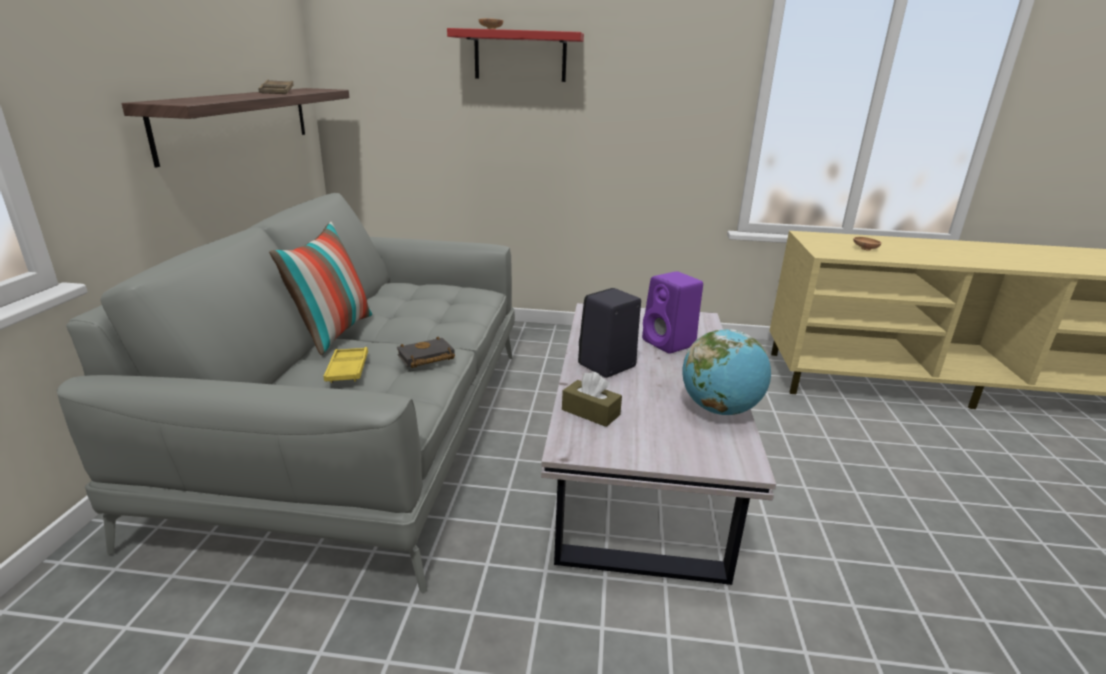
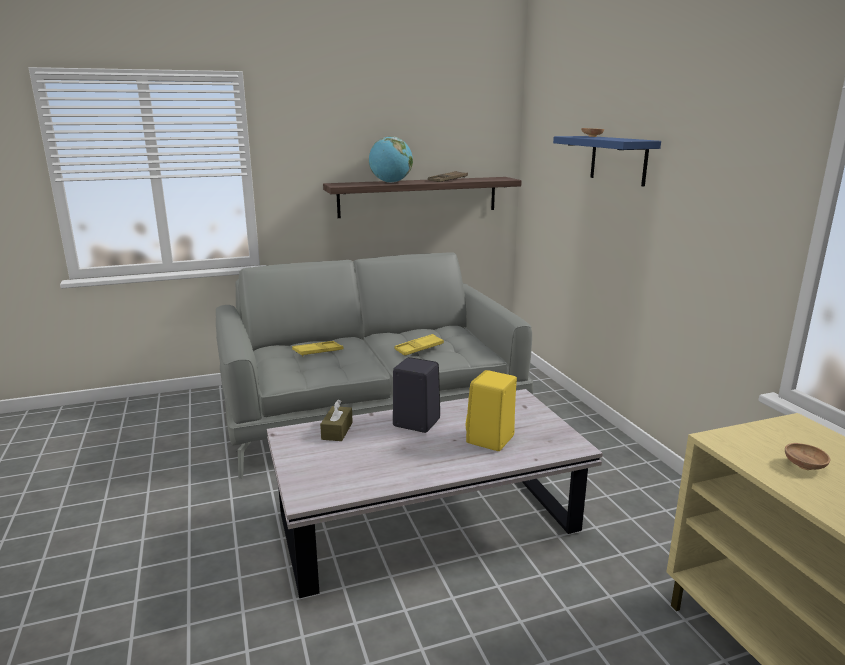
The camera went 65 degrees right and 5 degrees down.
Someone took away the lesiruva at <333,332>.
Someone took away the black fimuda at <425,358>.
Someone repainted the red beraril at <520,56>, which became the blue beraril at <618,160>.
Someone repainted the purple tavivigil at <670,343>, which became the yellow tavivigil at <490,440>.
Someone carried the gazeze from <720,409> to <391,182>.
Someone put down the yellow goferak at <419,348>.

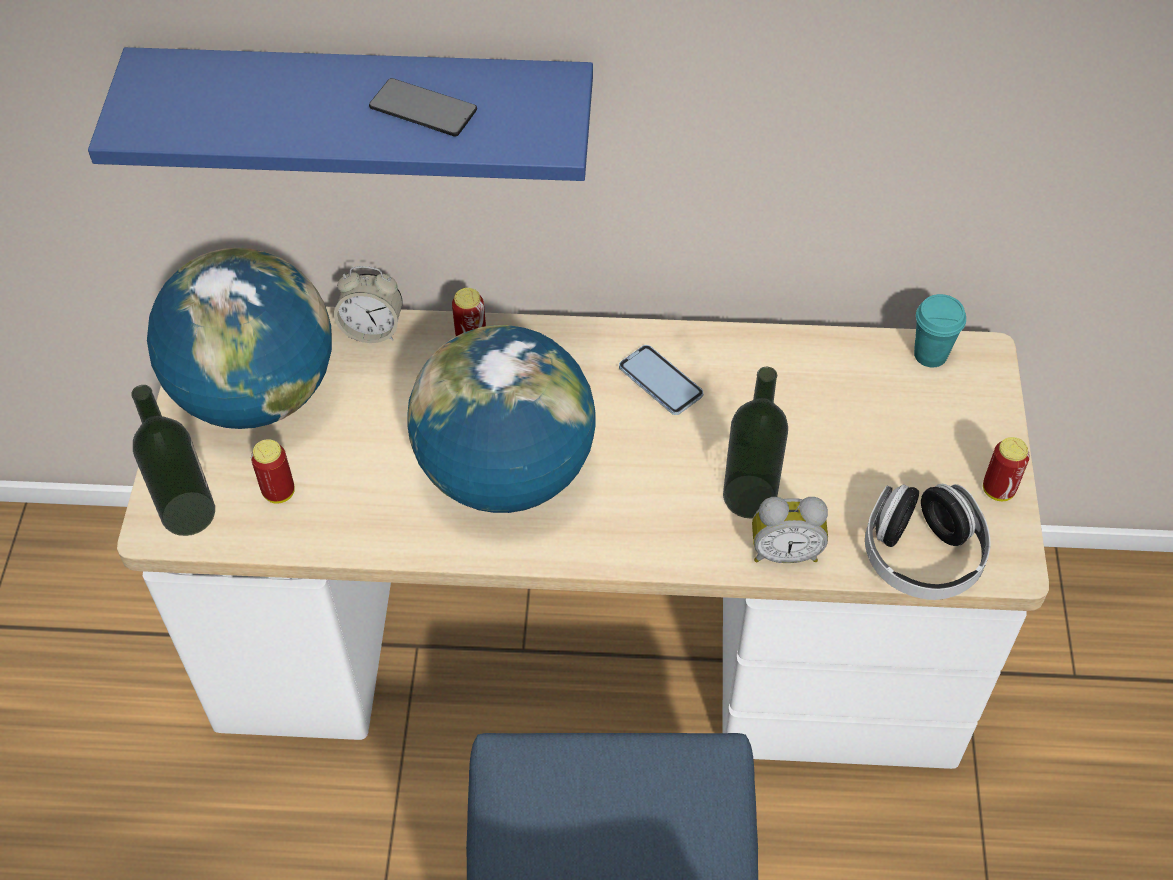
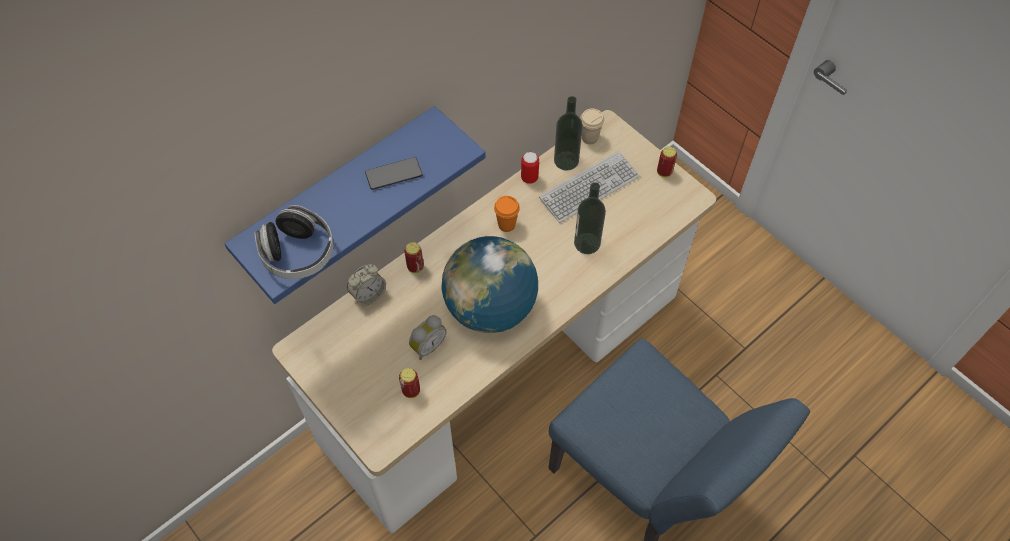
The camera went 45 degrees left and 5 degrees up.
Someone carried the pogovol from <188,513> to <566,160>.
Someone took away the gazeze at <256,394>.
Someone swapped the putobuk at <660,381> for the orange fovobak at <506,225>.
Someone carried the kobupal from <784,551> to <427,346>.
Someone carried the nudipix from <921,557> to <298,254>.
Someone repainted the turquoise fovobak at <930,355>, which became the beige fovobak at <589,138>.
Someone put down the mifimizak at <529,178>.
Someone put down the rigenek at <589,188>.

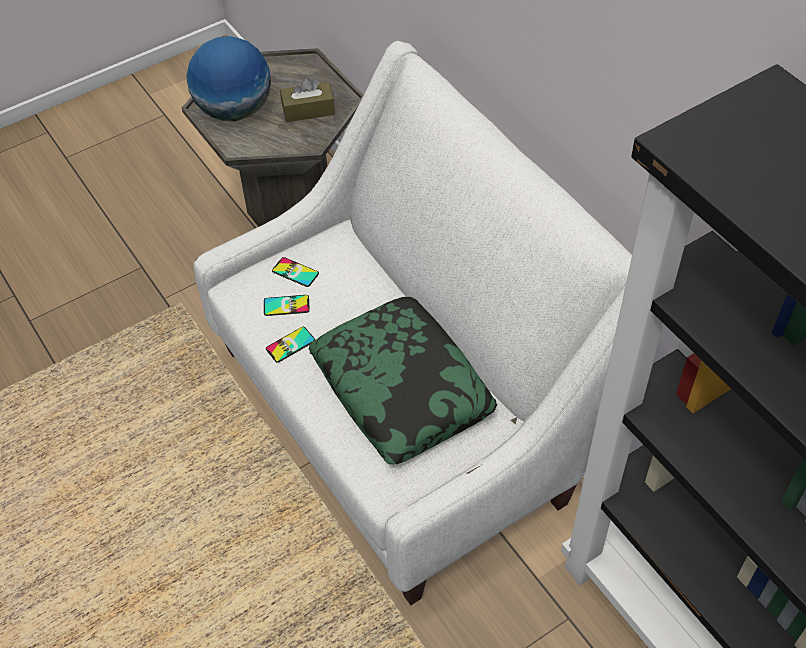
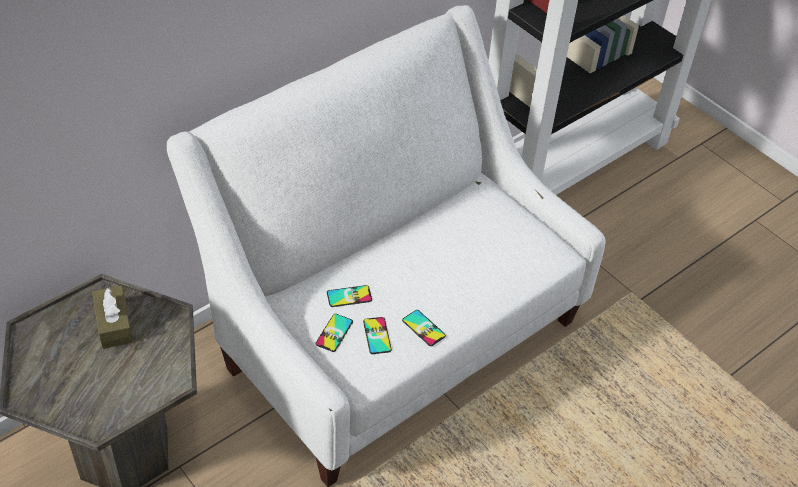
The camera went 100 degrees left and 5 degrees down.
Someone took away the gazeze at <234,110>.
Someone took away the lesiruva at <402,389>.
Someone put down the putobuk at <349,296>.

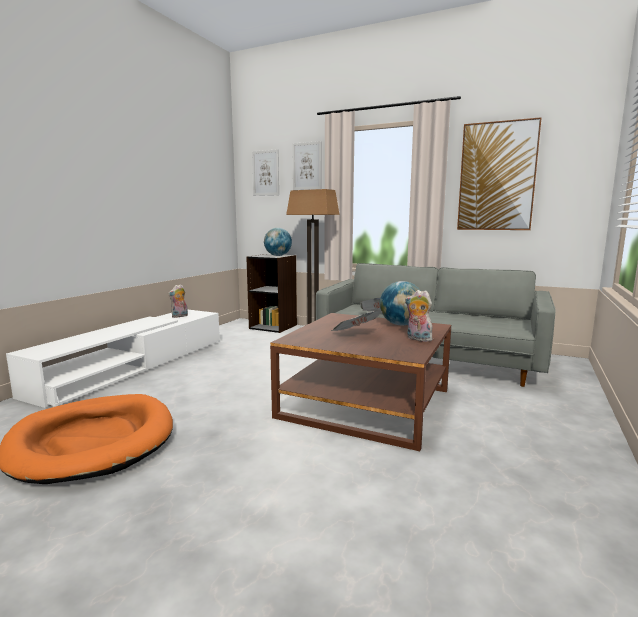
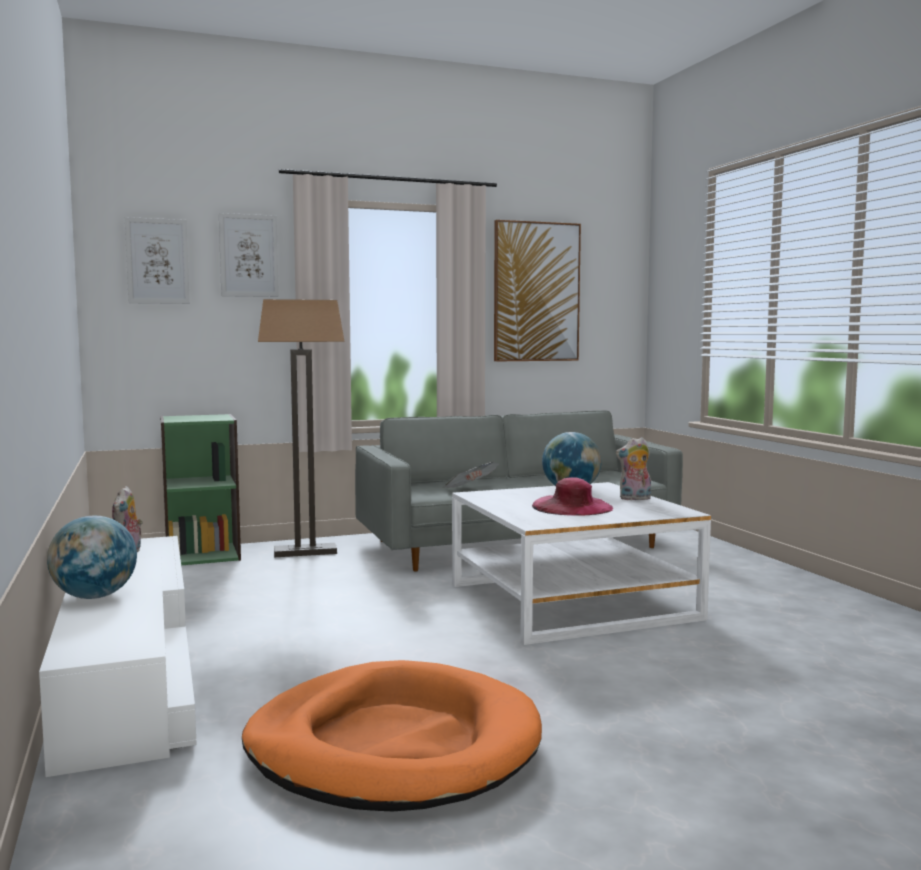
The camera went 45 degrees left and 5 degrees down.
Someone repainted the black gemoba at <273,326>, which became the green gemoba at <202,554>.
Someone carried the gazeze from <278,255> to <94,597>.
Someone repainted the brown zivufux at <366,403>, which became the white zivufux at <571,601>.
Someone swapped the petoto at <355,334> for the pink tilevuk at <572,506>.

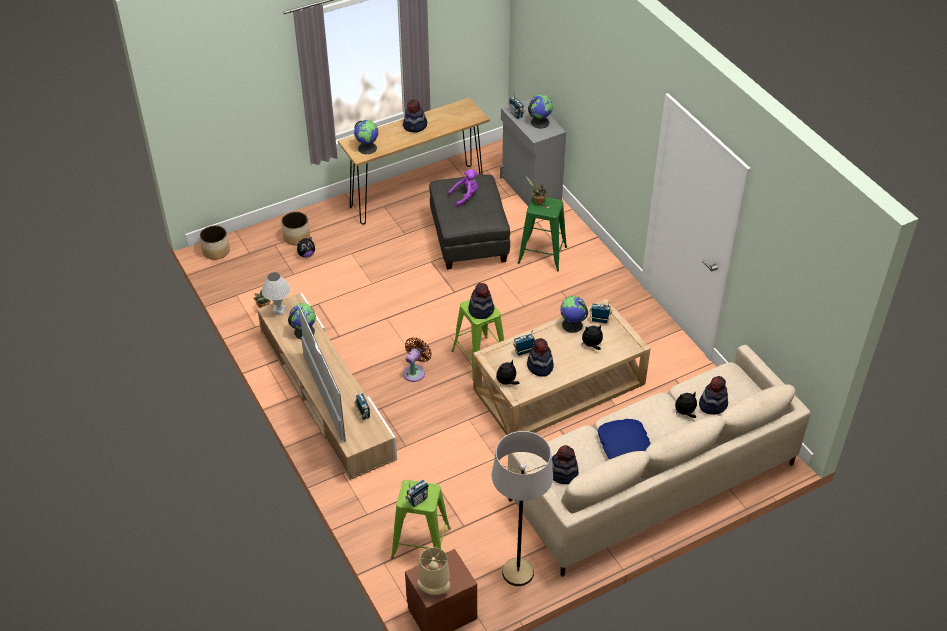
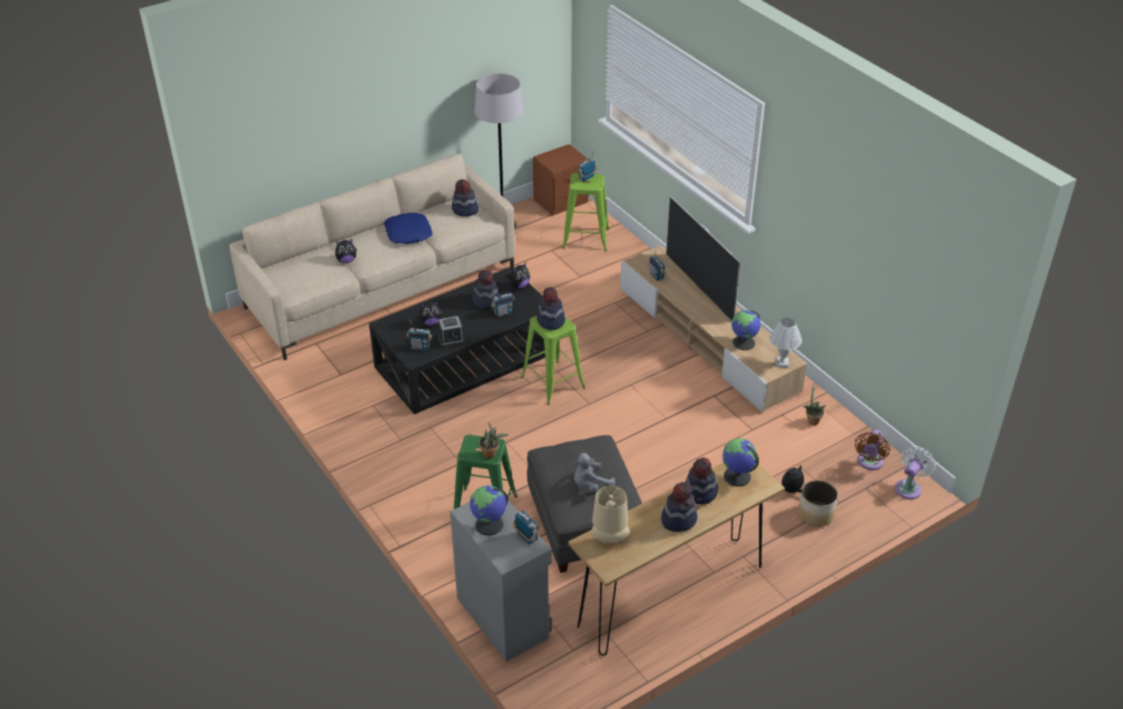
The camera went 175 degrees right and 5 degrees down.
Someone swapped the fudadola at <216,251> for the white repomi at <909,487>.
Someone carried the brown repomi from <415,371> to <869,463>.
Someone carried the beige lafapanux from <434,590> to <609,541>.
Someone repainted the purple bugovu at <465,196>, which became the grey bugovu at <590,484>.
Someone repainted the beige zivufux at <559,387>, which became the black zivufux at <465,359>.
Someone swapped the gazeze at <572,325> for the kobupal at <451,339>.
Someone carried the tilevuk from <712,404> to <700,493>.

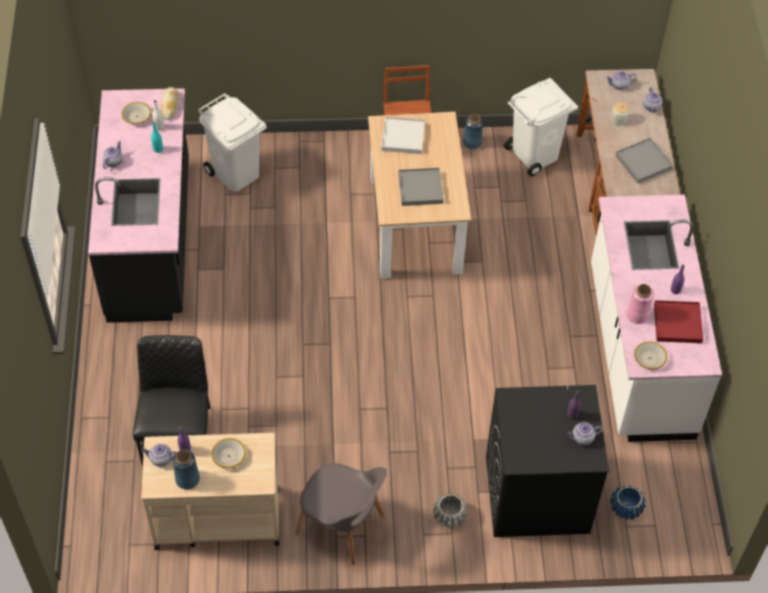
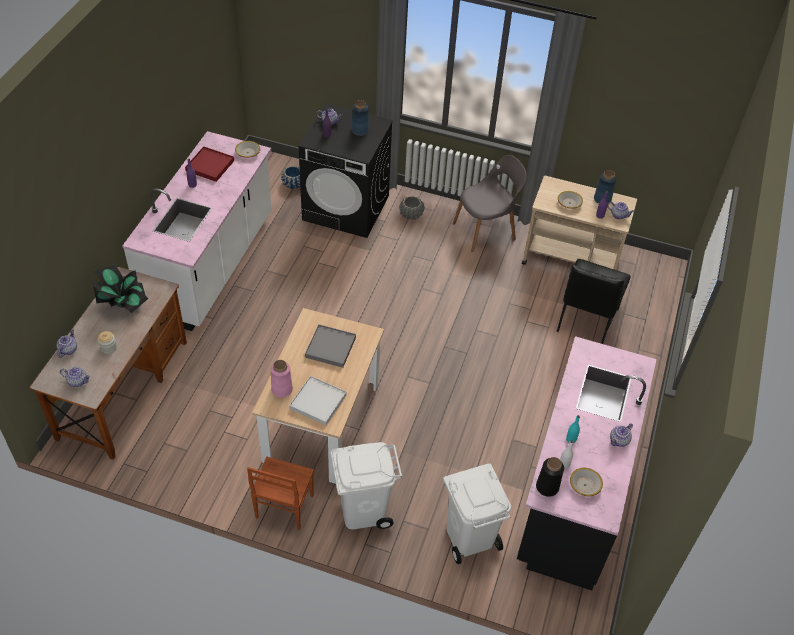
The camera went 160 degrees left and 5 degrees down.
Someone swapped the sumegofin at <169,106> for the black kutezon at <547,486>.
Someone rotated the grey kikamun at <342,526> by 105 degrees clockwise.
Someone carried the blue kutezon from <472,143> to <360,130>.
Someone carried the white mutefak from <535,155> to <363,509>.
Someone swapped the grey goferak at <643,162> for the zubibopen at <122,303>.
Someone carried the pink kutezon from <637,315> to <281,389>.

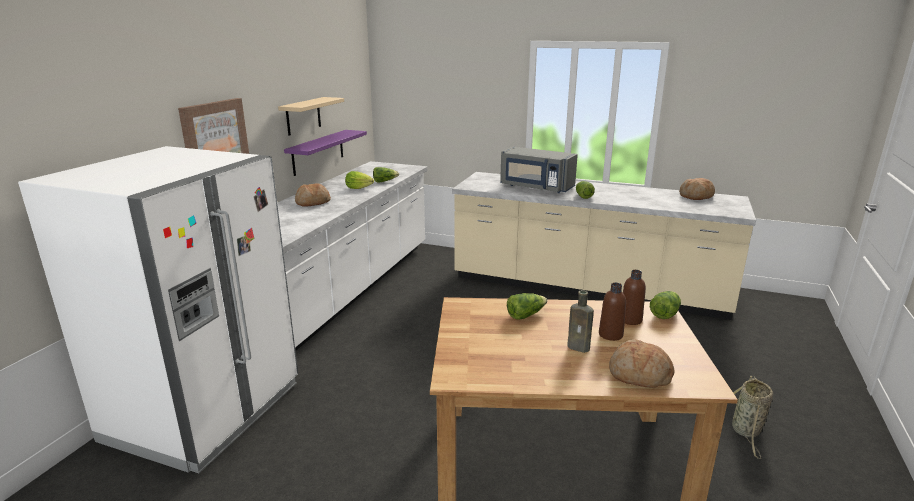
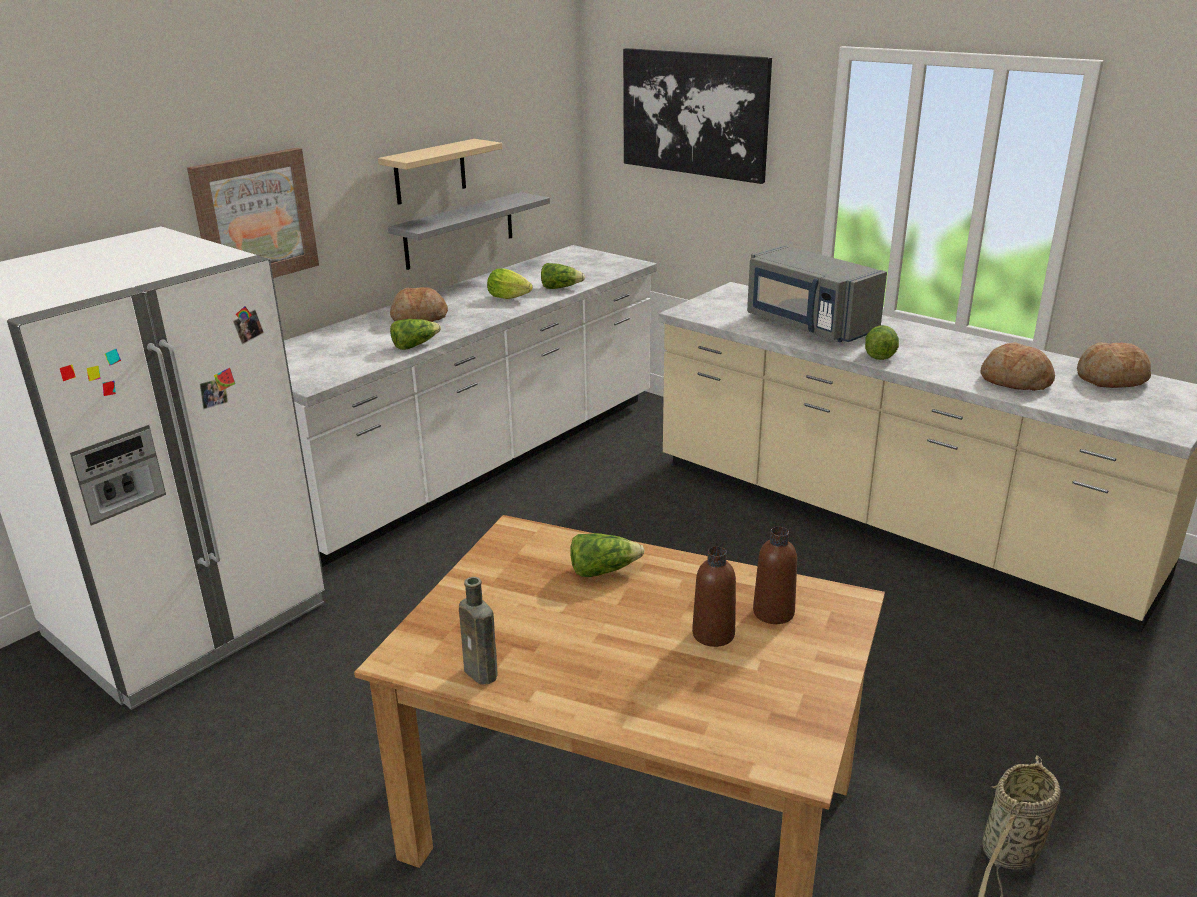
The camera went 20 degrees right and 5 degrees up.
Someone repainted the purple beraril at <318,152>, which became the grey beraril at <459,230>.
Someone carried the brown pogovol from <580,348> to <482,674>.
Someone carried the sumegofin from <639,375> to <1014,381>.
Someone carried the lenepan from <664,313> to <415,345>.
Someone put up the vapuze at <694,113>.

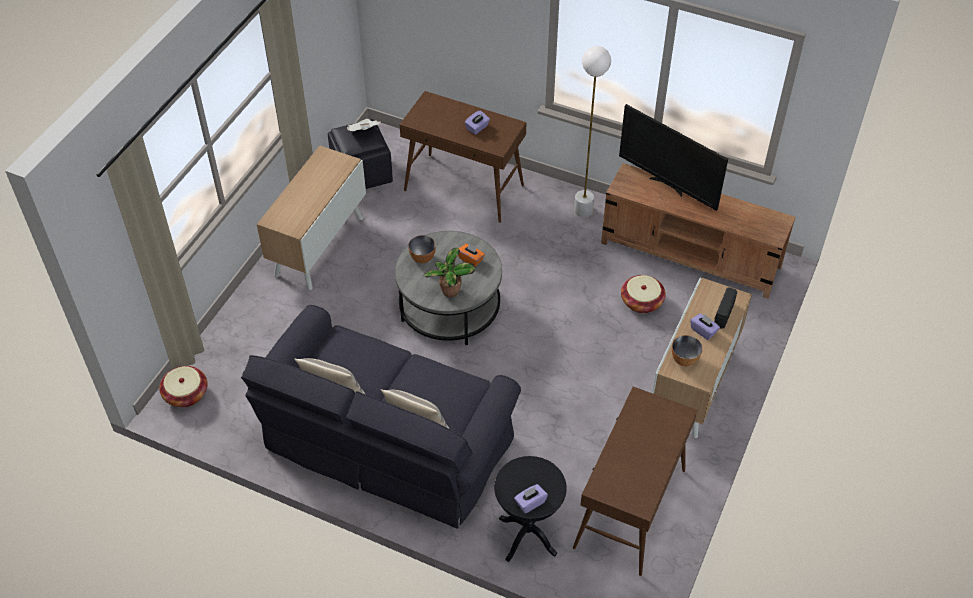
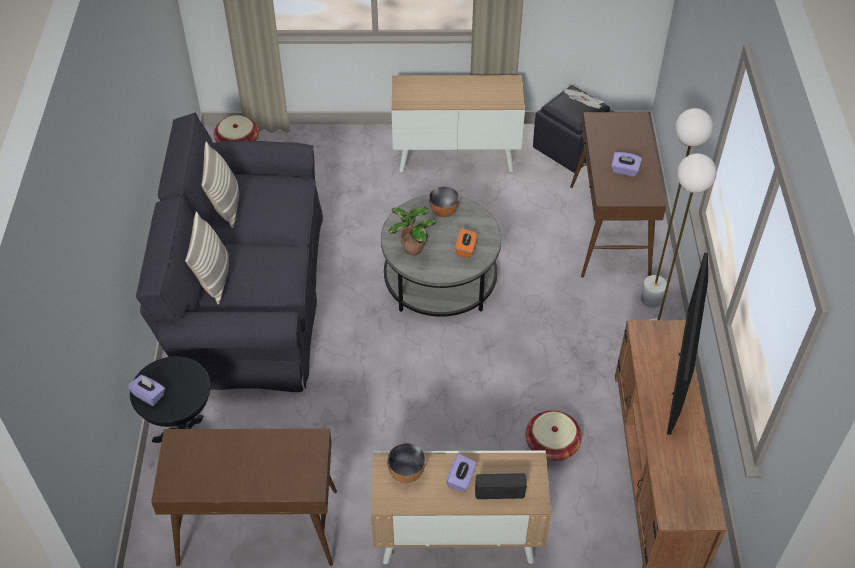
The camera went 65 degrees right and 0 degrees up.
Someone put down the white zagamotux at <652,299>.

